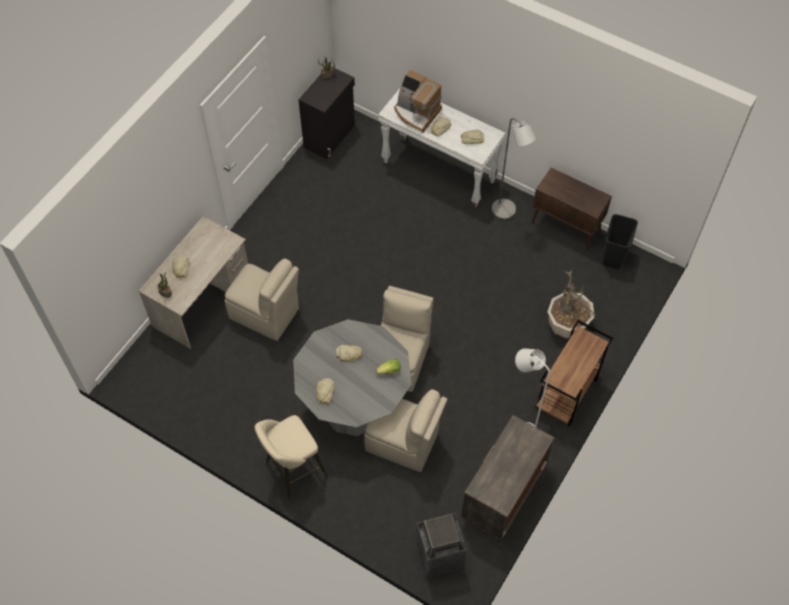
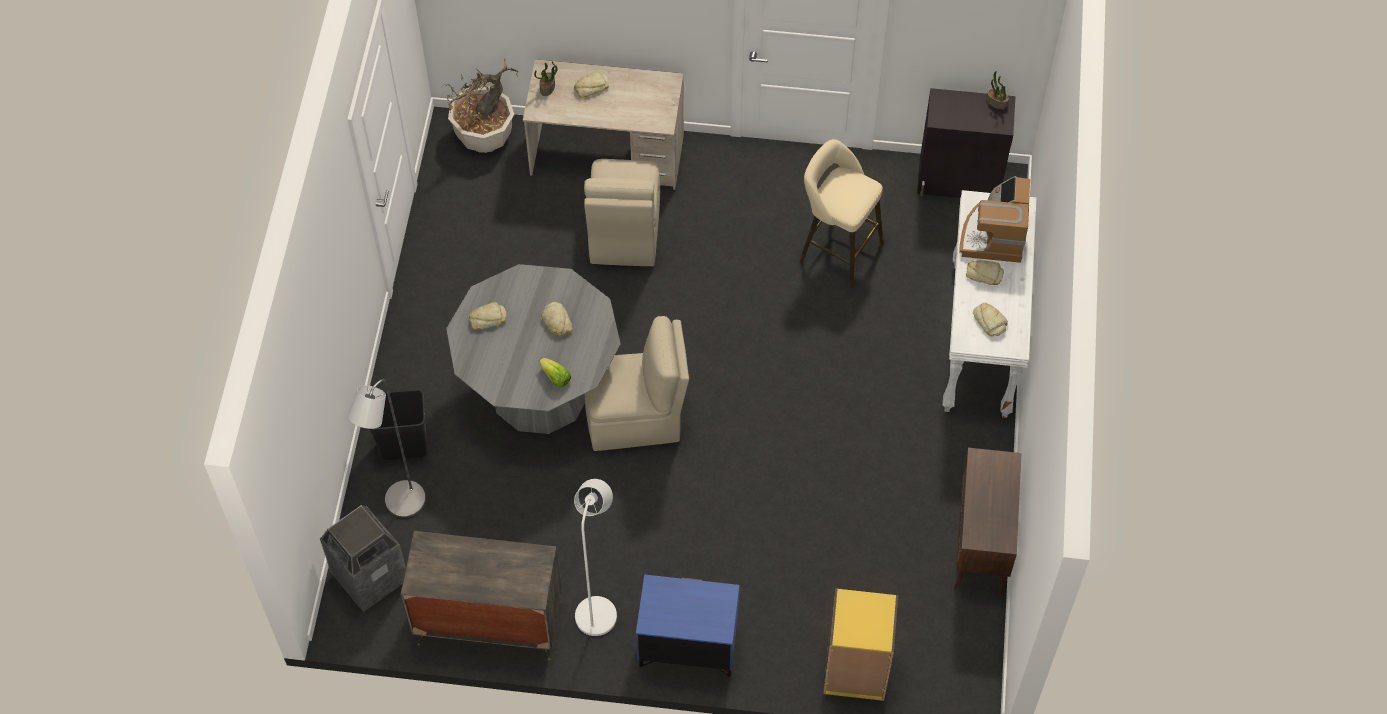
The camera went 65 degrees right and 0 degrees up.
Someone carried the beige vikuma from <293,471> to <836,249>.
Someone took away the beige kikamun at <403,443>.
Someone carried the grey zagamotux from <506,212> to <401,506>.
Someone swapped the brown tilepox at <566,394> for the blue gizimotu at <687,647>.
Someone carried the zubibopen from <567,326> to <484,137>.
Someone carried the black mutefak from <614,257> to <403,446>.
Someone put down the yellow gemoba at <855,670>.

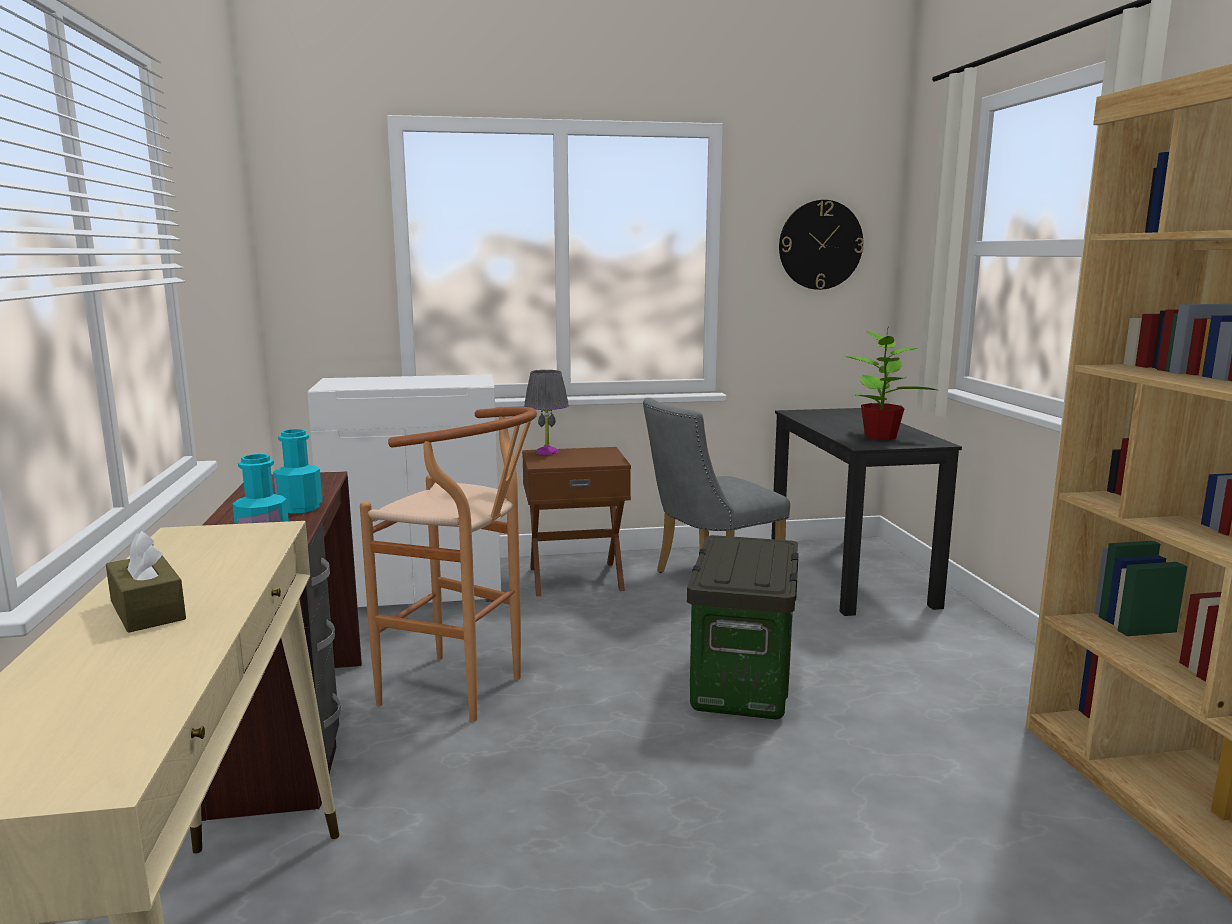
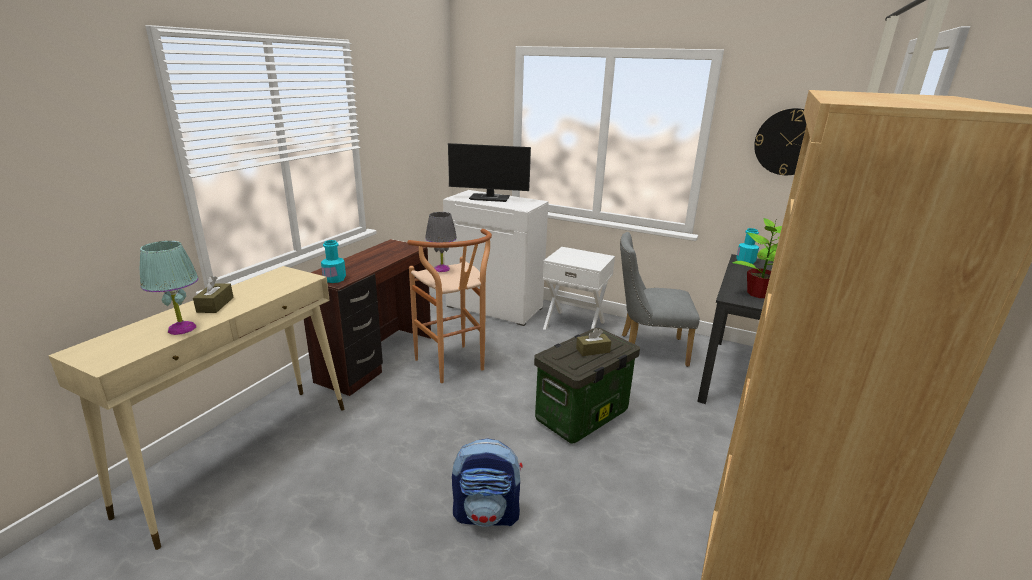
The camera went 35 degrees right and 10 degrees up.
Someone carried the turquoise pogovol from <300,508> to <745,261>.
Someone repainted the brown gizimotu at <575,578>, which became the white gizimotu at <574,325>.
Someone carried the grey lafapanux from <547,452> to <441,269>.
Someone put down the turquoise lafapanux at <182,328>.
Someone put down the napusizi at <490,198>.
Someone put down the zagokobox at <487,514>.
Someone put down the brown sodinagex at <593,350>.

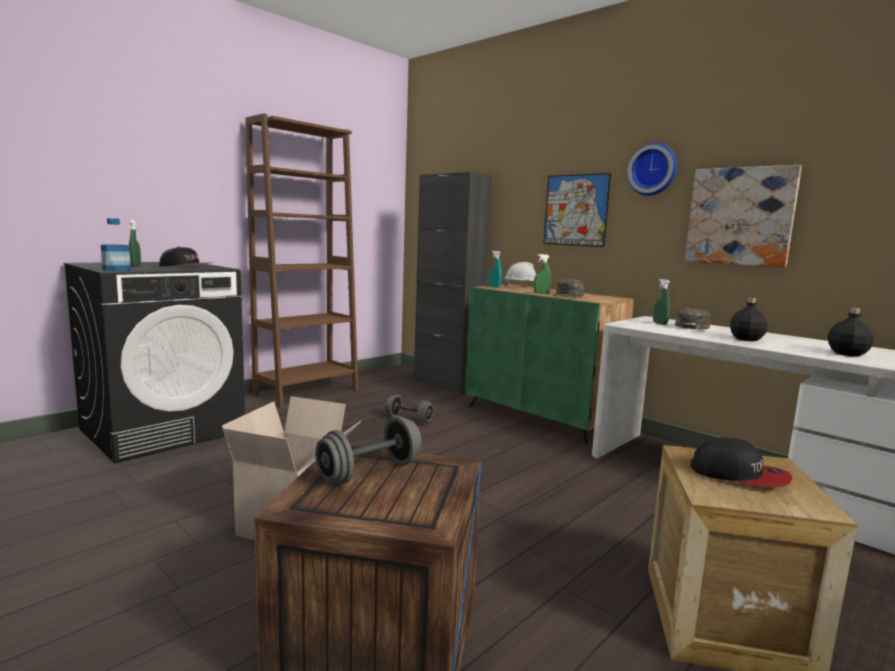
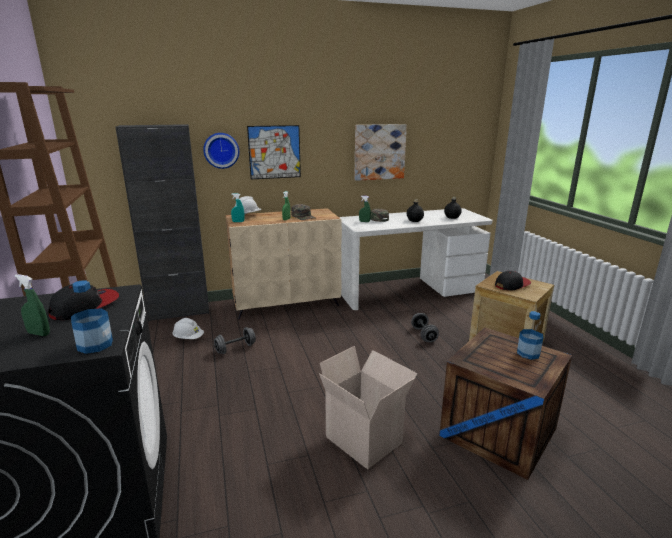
The camera went 60 degrees left and 10 degrees up.
Someone carried the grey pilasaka from <369,472> to <424,335>.
Someone repainted the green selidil at <540,417>, which became the beige selidil at <286,303>.
Someone carried the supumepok from <653,170> to <221,150>.
Someone put down the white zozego at <188,338>.
Someone put down the pogovol at <528,353>.

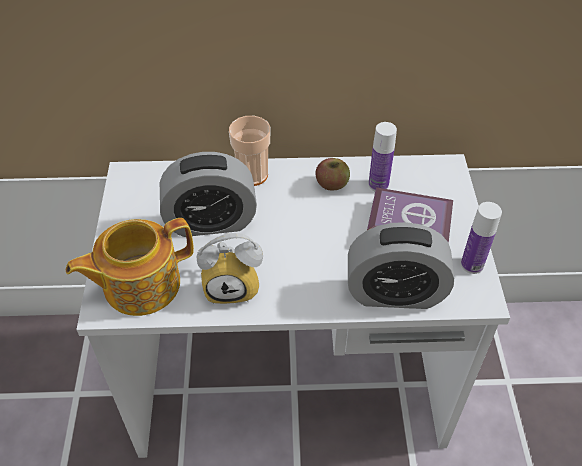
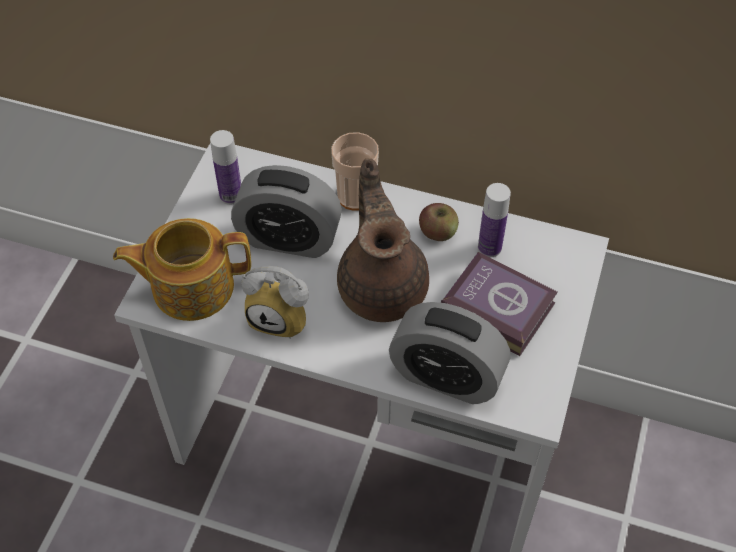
The camera went 20 degrees right and 5 degrees up.
Someone carried the pogovol from <472,265> to <231,195>.
Someone put down the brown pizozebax at <382,285>.

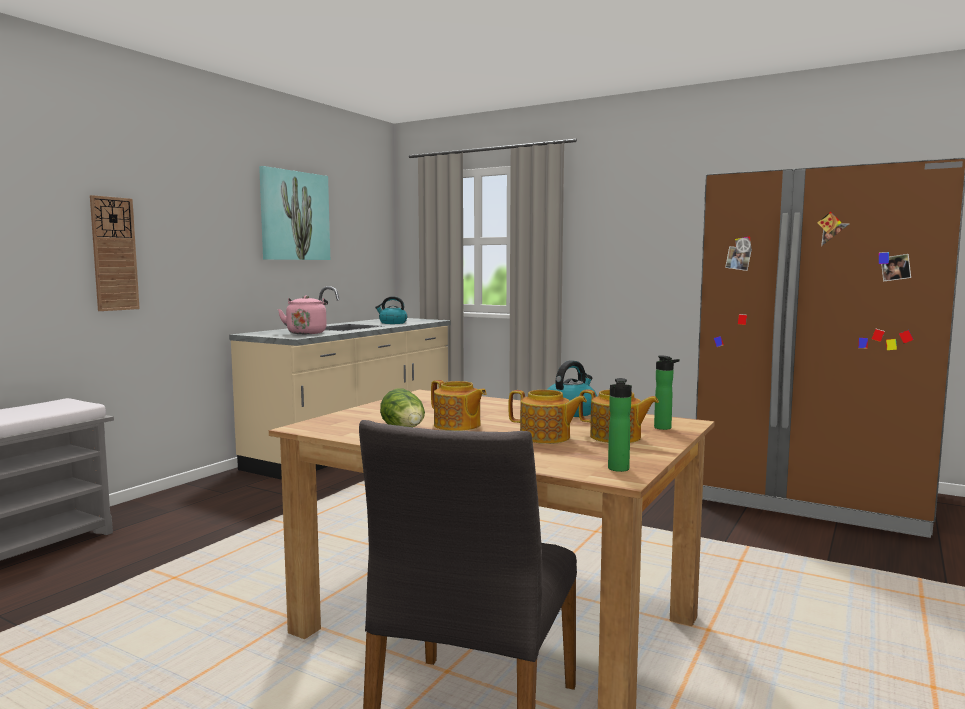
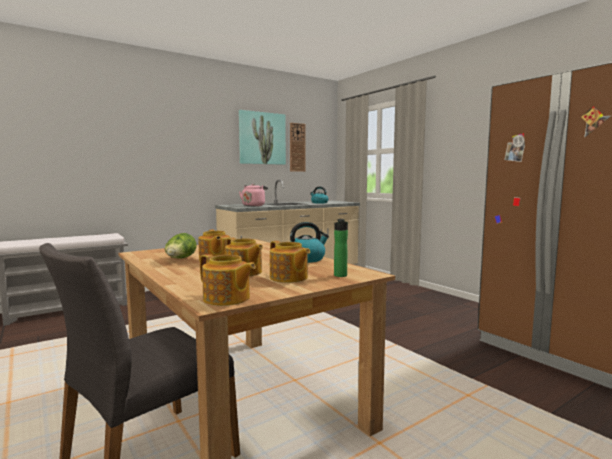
The camera went 25 degrees right and 0 degrees up.
Someone carried the supumepok from <114,254> to <297,147>.
Someone swapped the pogovol at <618,469> for the pizozebax at <227,299>.

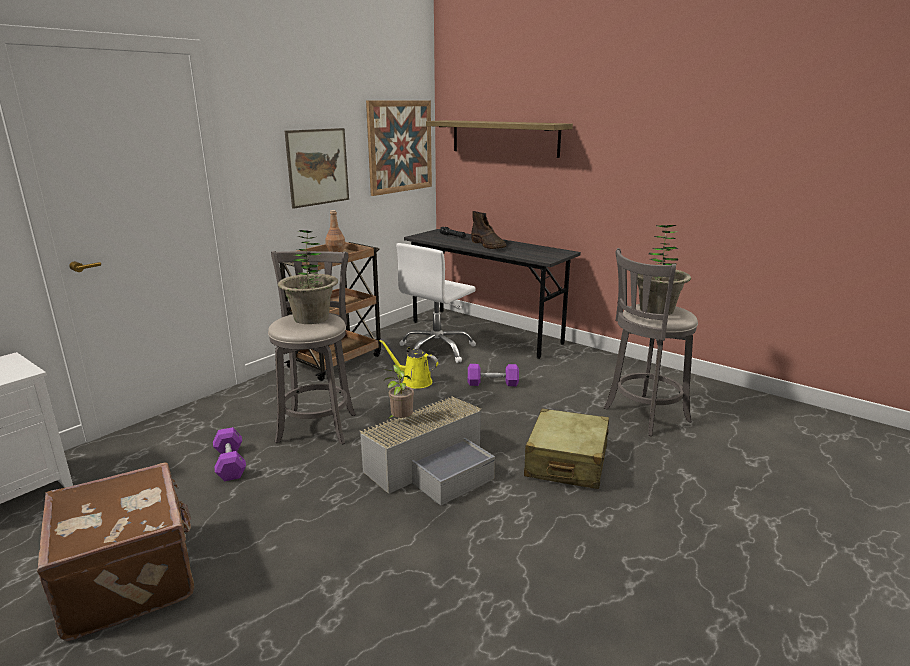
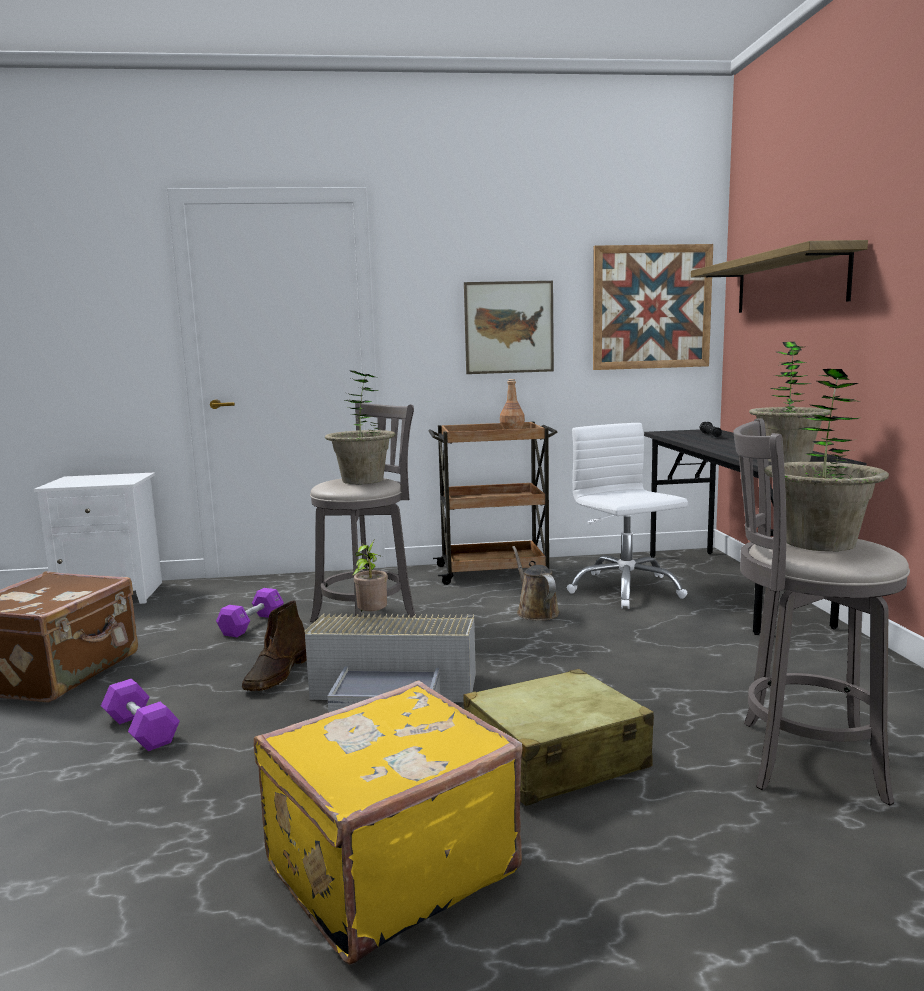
The camera went 45 degrees right and 10 degrees down.
Someone repainted the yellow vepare at <414,381>, which became the brown vepare at <535,611>.
Someone rotated the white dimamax at <437,350> by 75 degrees clockwise.
Someone carried the purple pilasaka from <492,383> to <141,730>.
Someone carried the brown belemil from <488,245> to <278,674>.
Someone put down the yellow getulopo at <387,866>.
Someone put down the zubibopen at <786,460>.

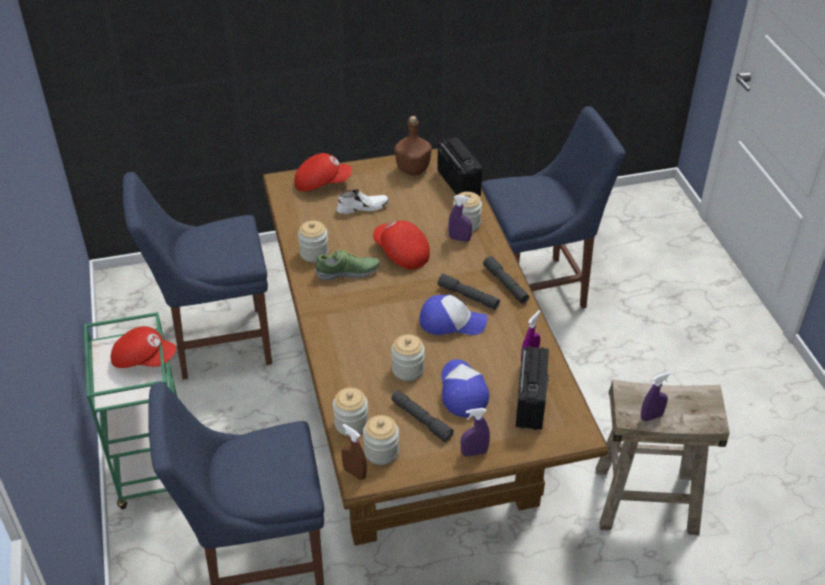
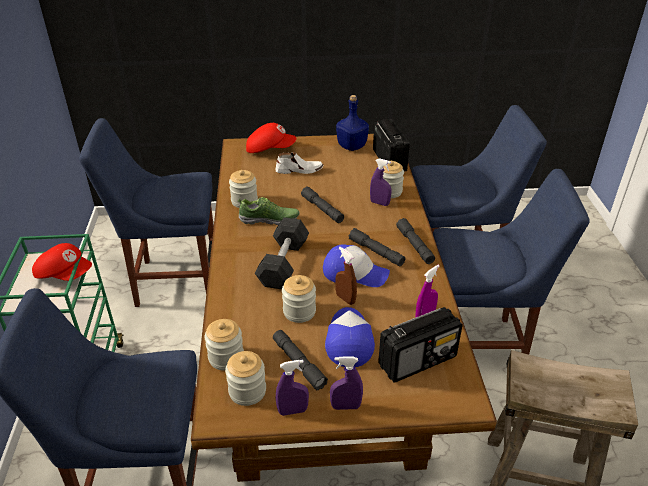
The camera went 10 degrees right and 5 degrees down.
Someone carried the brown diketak from <354,473> to <345,299>.
Someone swapped the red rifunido at <401,253> for the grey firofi at <322,209>.
Someone repainted the brown pogovol at <412,169>, which became the blue pogovol at <351,146>.
Someone rotated the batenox at <530,402> by 45 degrees clockwise.
Someone carried the purple diketak from <651,416> to <293,411>.
Someone put down the grey pilasaka at <283,264>.
Someone put down the blue kikamun at <479,346>.

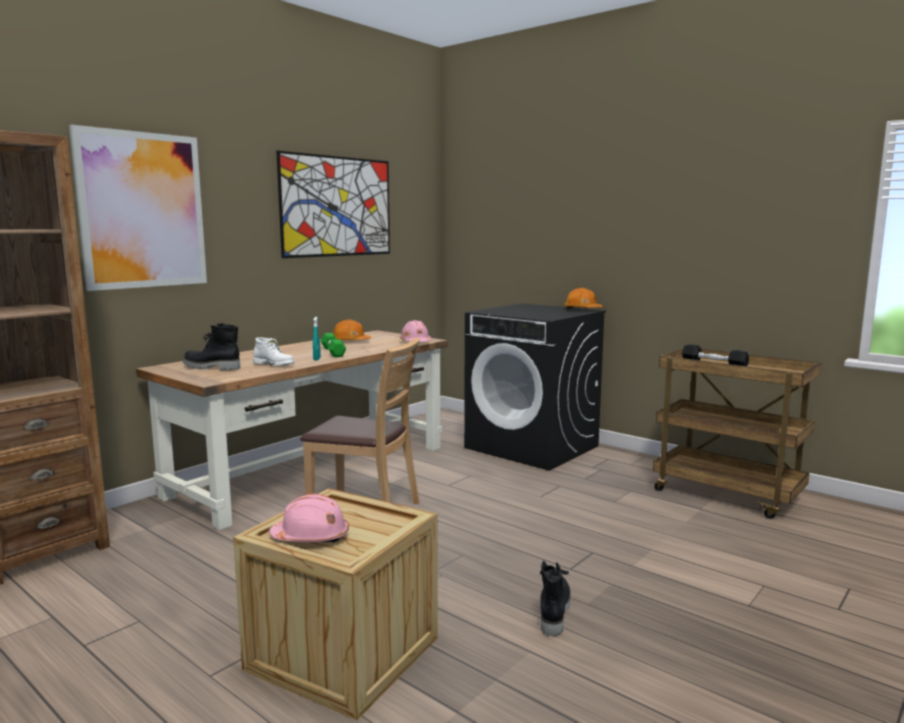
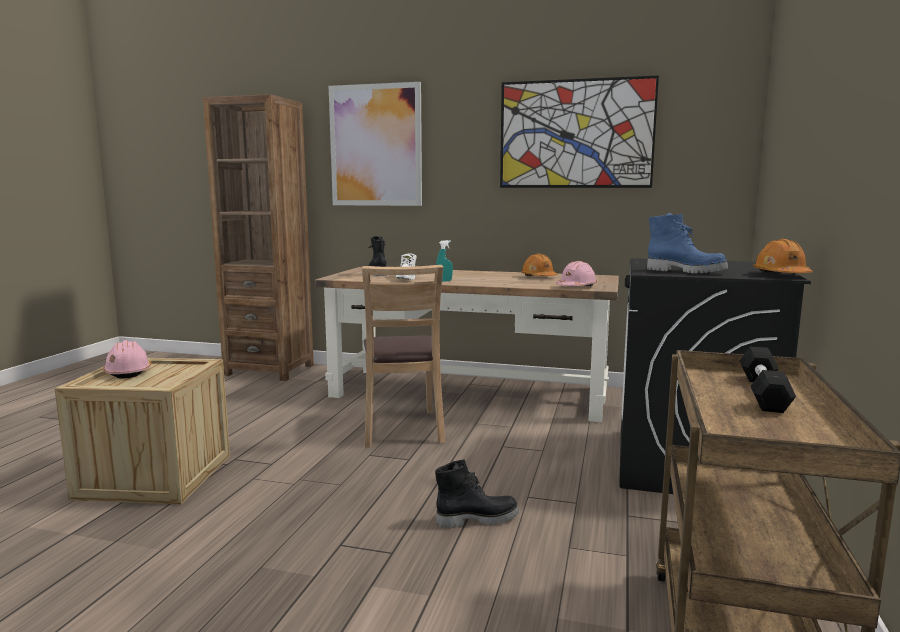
The camera went 65 degrees right and 0 degrees up.
Someone took away the green pilasaka at <333,352>.
Someone carried the black belemil from <553,612> to <477,519>.
Someone put down the blue belemil at <686,271>.

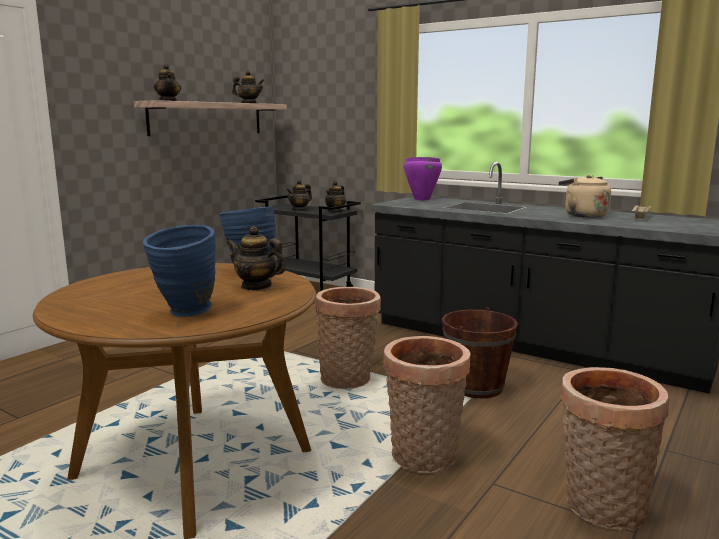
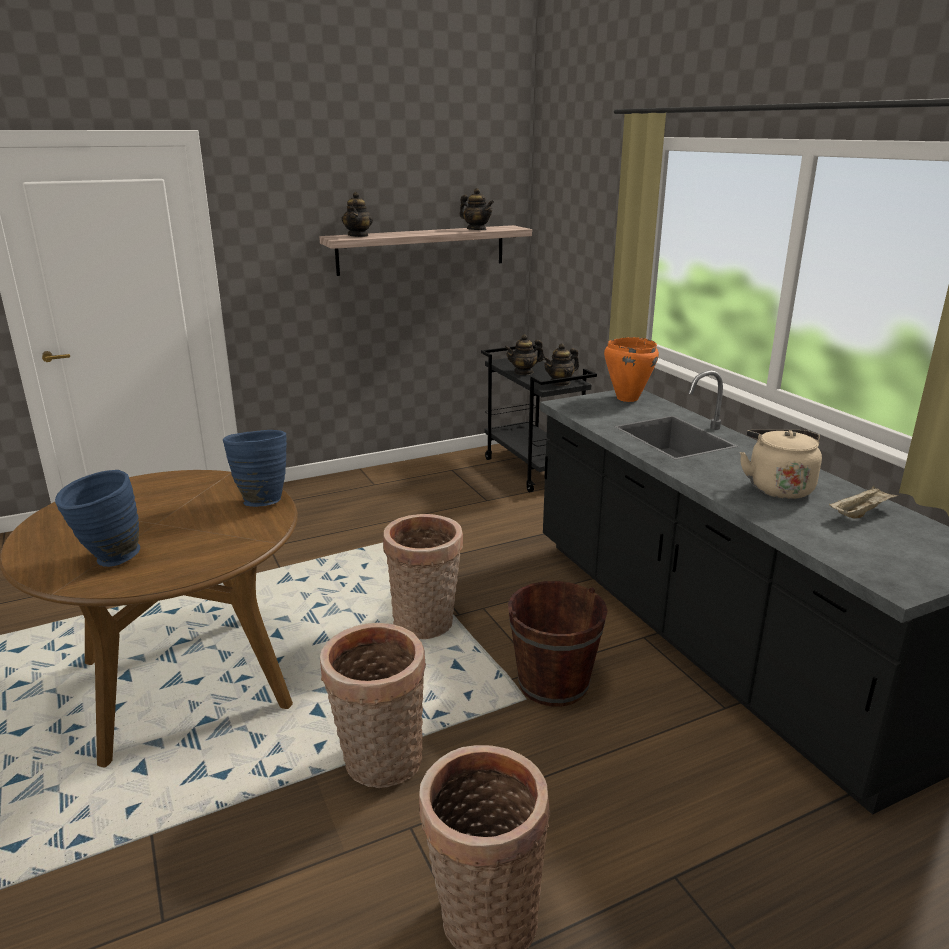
The camera went 30 degrees right and 10 degrees up.
Someone took away the pizozebax at <256,286>.
Someone repainted the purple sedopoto at <421,199>, which became the orange sedopoto at <627,398>.

